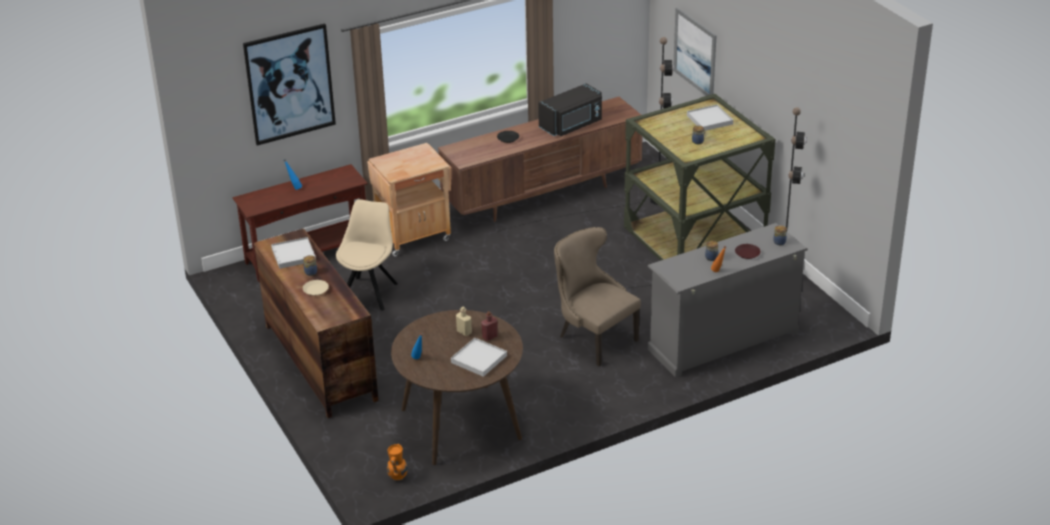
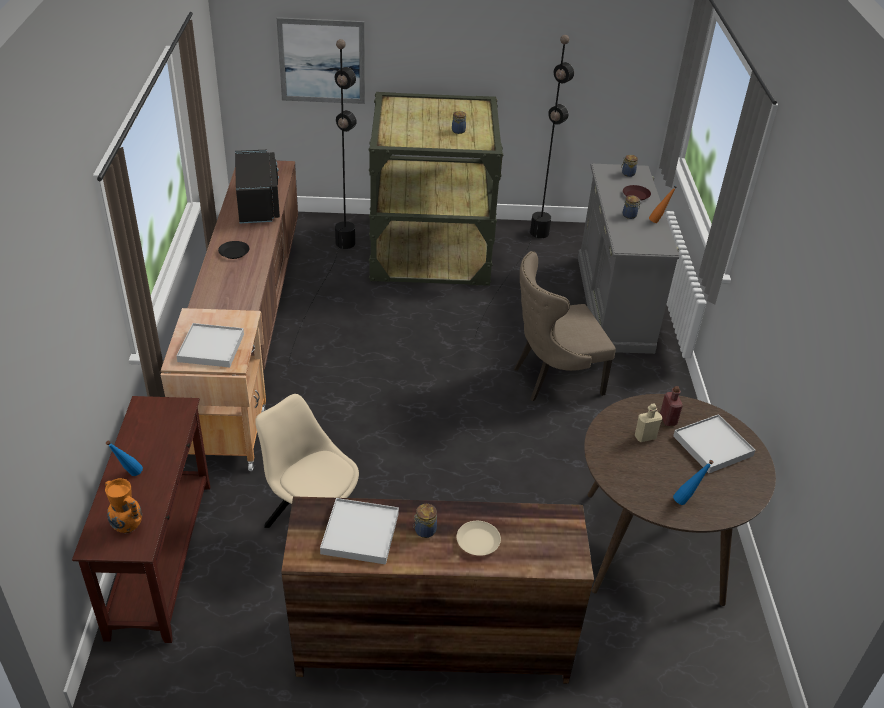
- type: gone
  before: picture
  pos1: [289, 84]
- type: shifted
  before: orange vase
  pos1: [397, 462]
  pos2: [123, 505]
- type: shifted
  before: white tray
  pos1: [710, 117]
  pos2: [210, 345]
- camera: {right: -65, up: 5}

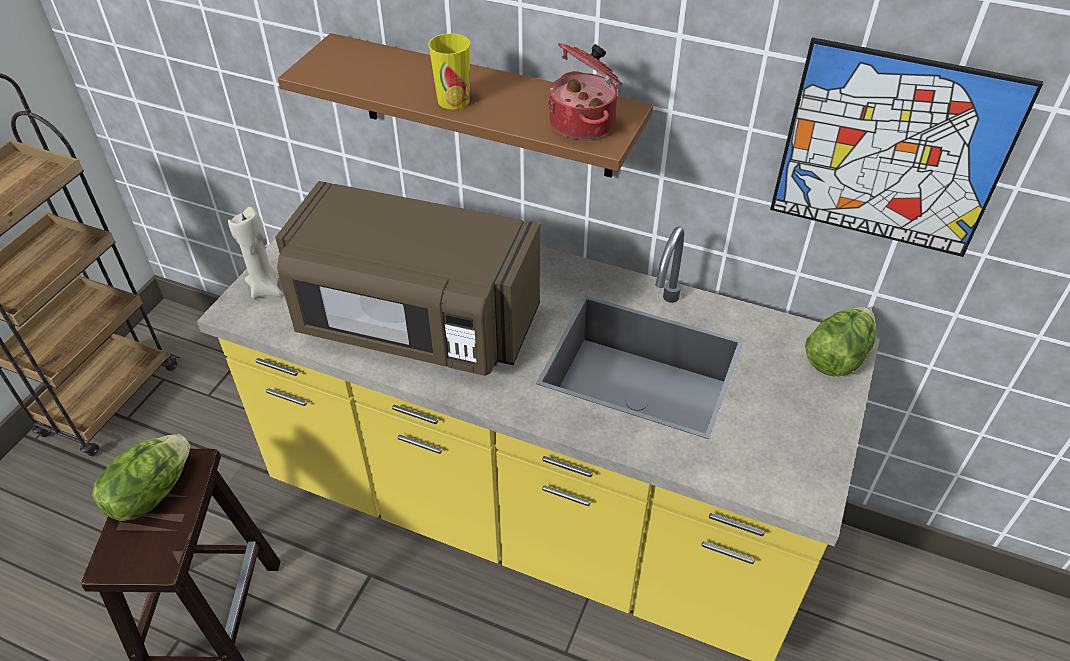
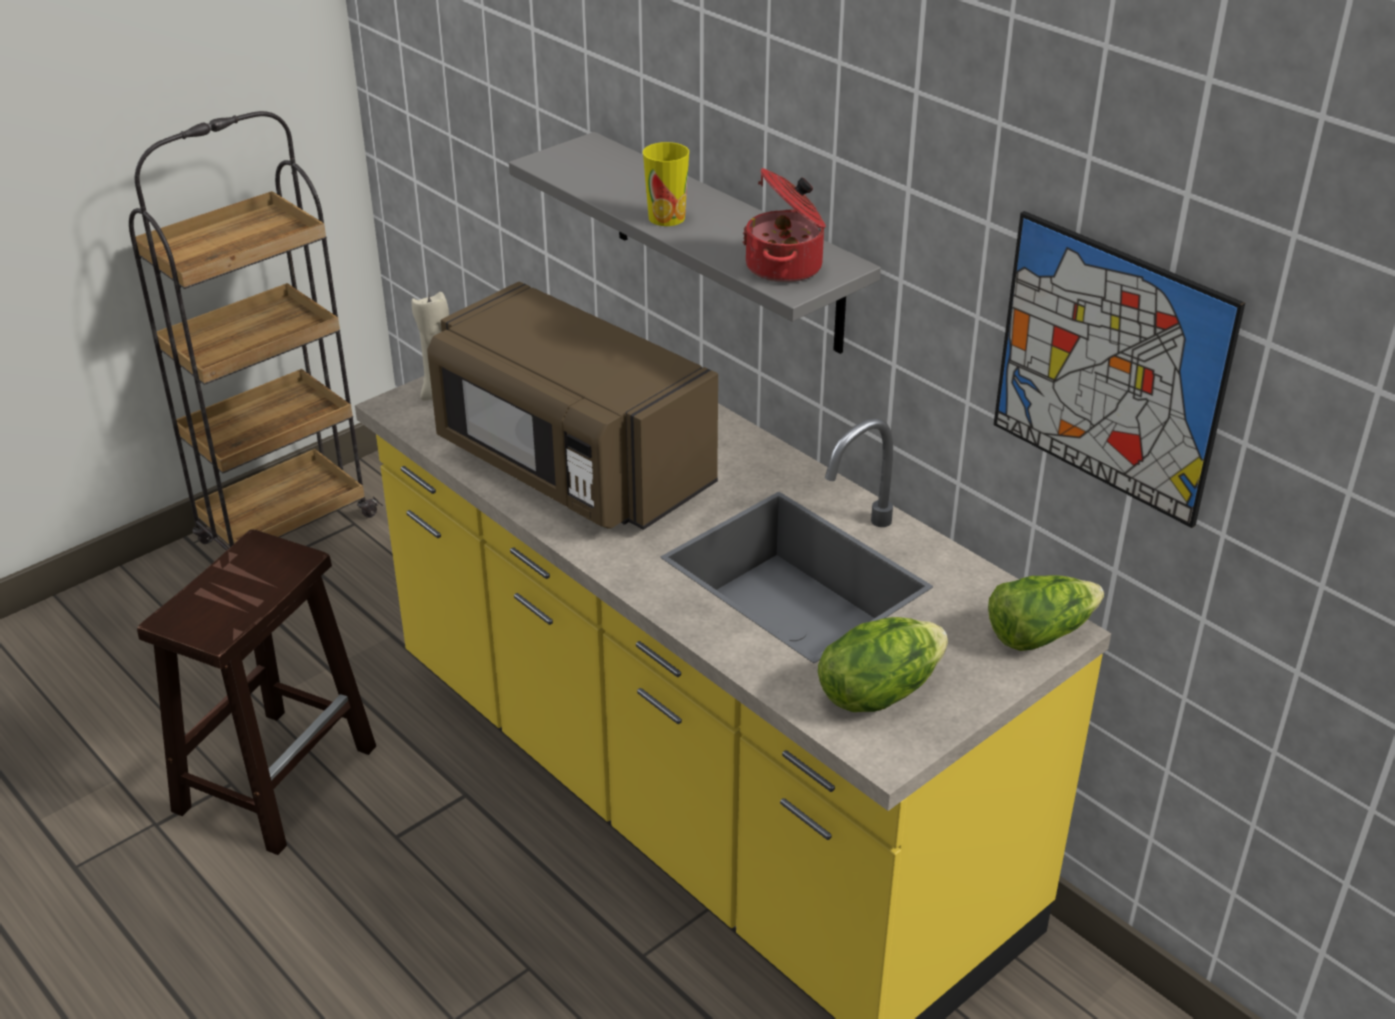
- type: shifted
  before: lettuce
  pos1: [141, 477]
  pos2: [883, 664]
- type: repainted
  before: brown shelf
  after: grey shelf
  pos1: [465, 105]
  pos2: [695, 243]
- camera: {right: 25, up: -10}

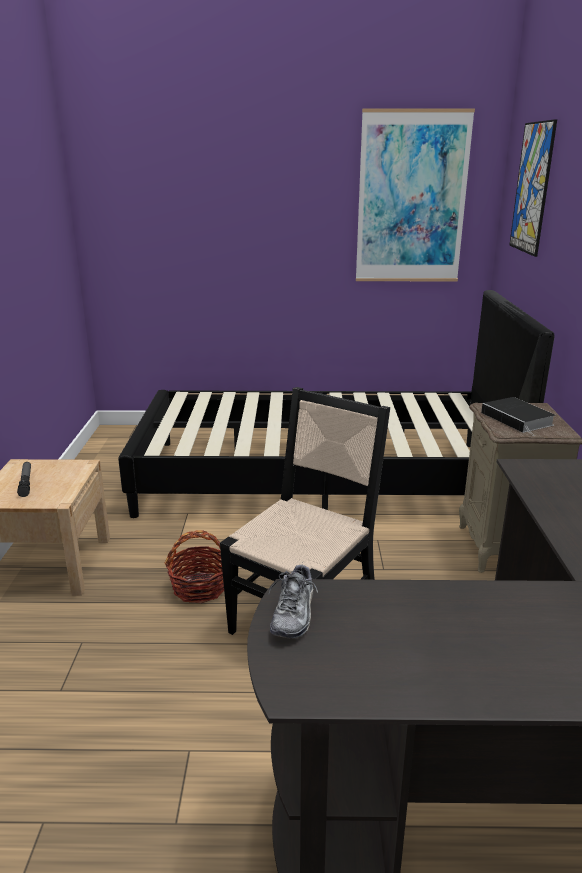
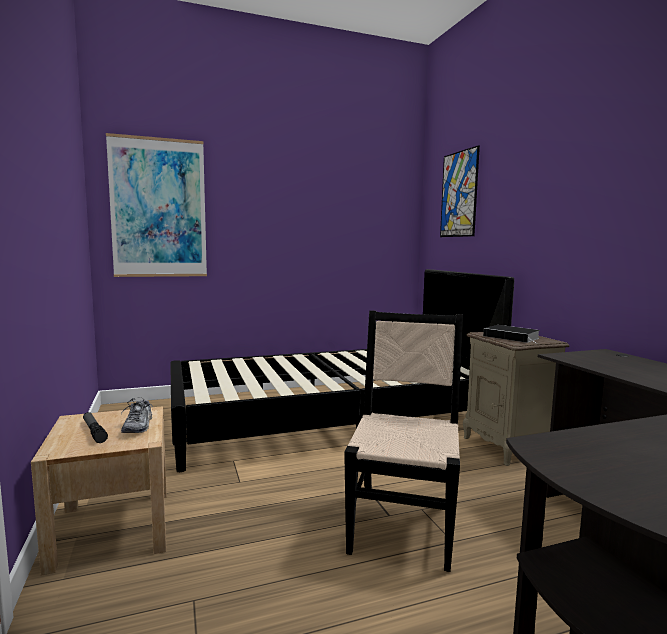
- type: gone
  before: basket
  pos1: [194, 566]
- type: shifted
  before: shoe
  pos1: [293, 599]
  pos2: [137, 415]
- type: shifted
  before: picture
  pos1: [415, 195]
  pos2: [156, 205]
- camera: {right: -20, up: -15}

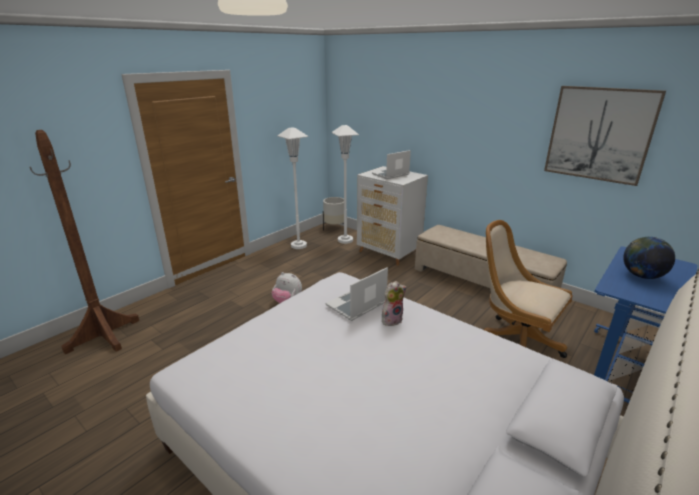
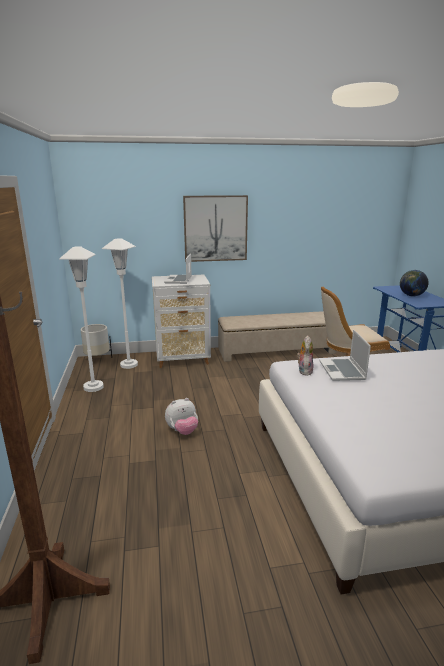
- type: shifted
  before: plush toy
  pos1: [394, 303]
  pos2: [305, 355]
- type: shifted
  before: picture
  pos1: [605, 136]
  pos2: [215, 228]
- camera: {right: -50, up: -5}

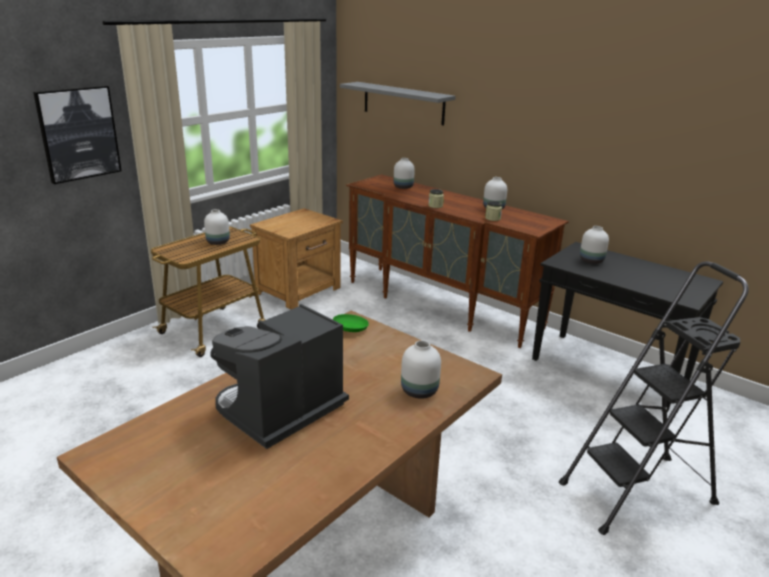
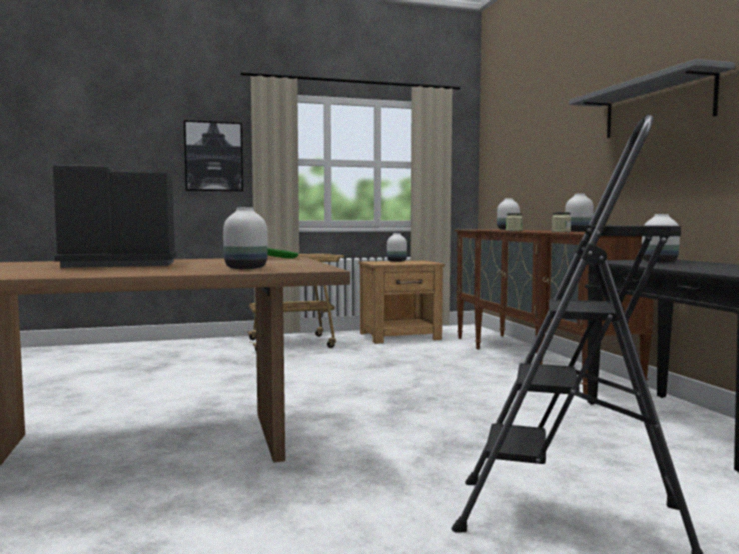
- type: shifted
  before: white vase
  pos1: [217, 227]
  pos2: [397, 247]
- type: shifted
  before: grey shelf
  pos1: [398, 104]
  pos2: [652, 98]
- camera: {right: 35, up: -20}

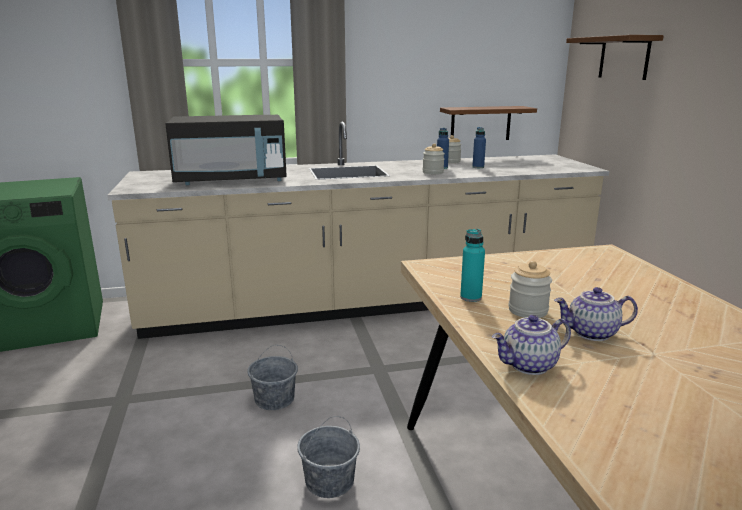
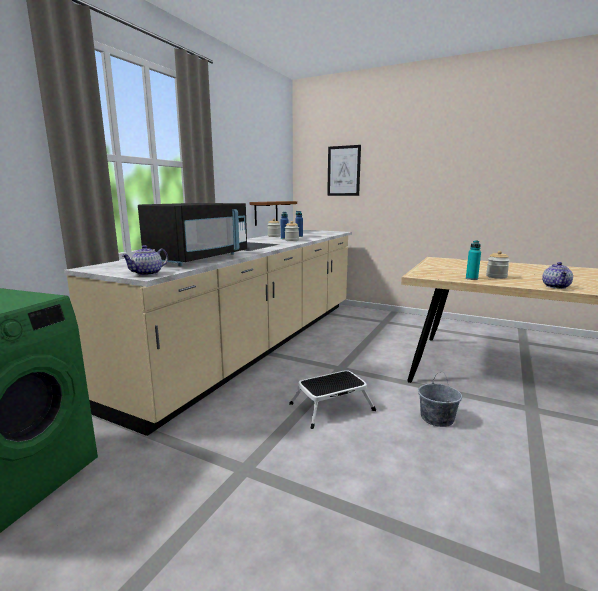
- type: shifted
  before: teapot
  pos1: [596, 314]
  pos2: [144, 260]
- type: swapped
  before: grey bucket
  after: black step ladder
  pos1: [272, 377]
  pos2: [332, 399]
- type: swapped
  before: brown shelf
  after: picture
  pos1: [615, 57]
  pos2: [344, 170]
- camera: {right: -50, up: -5}

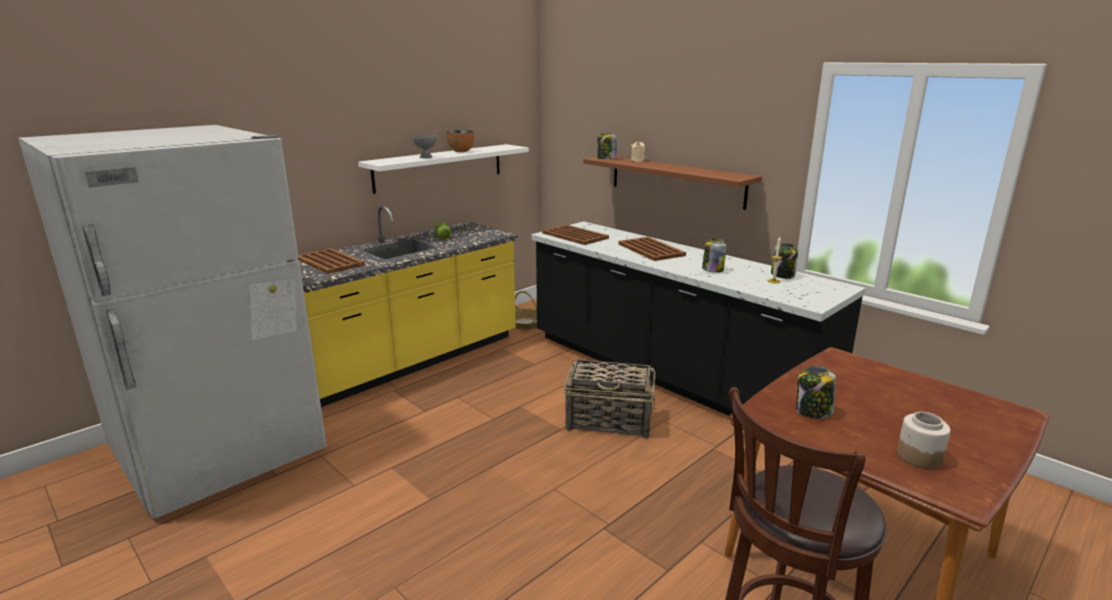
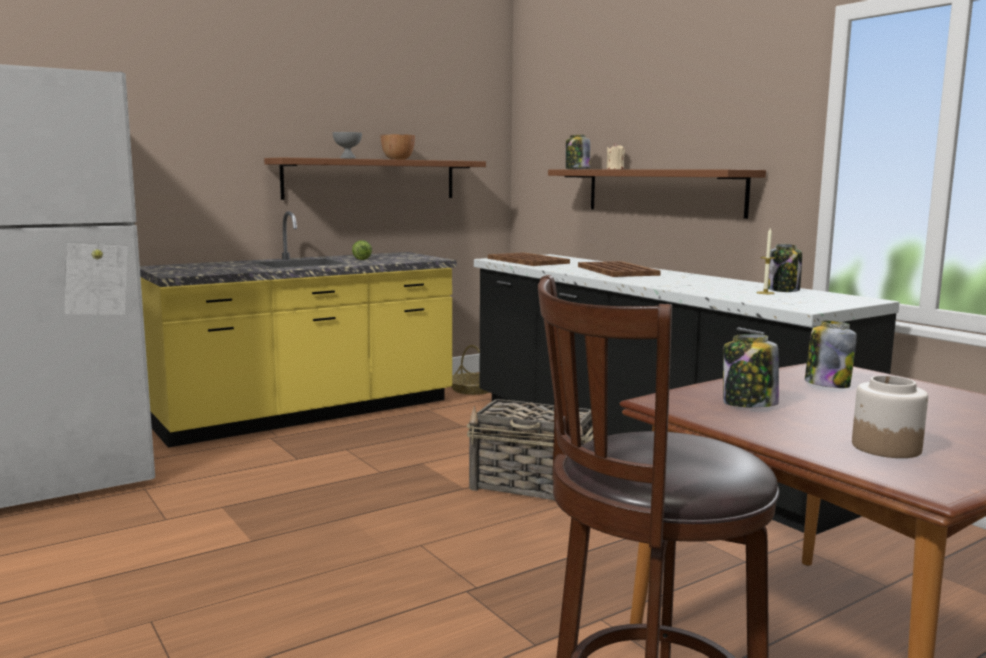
- type: gone
  before: brown tray
  pos1: [331, 261]
- type: shifted
  before: jar
  pos1: [714, 255]
  pos2: [831, 354]
- type: repainted
  before: white shelf
  after: brown shelf
  pos1: [443, 169]
  pos2: [375, 178]
- camera: {right: 10, up: -10}

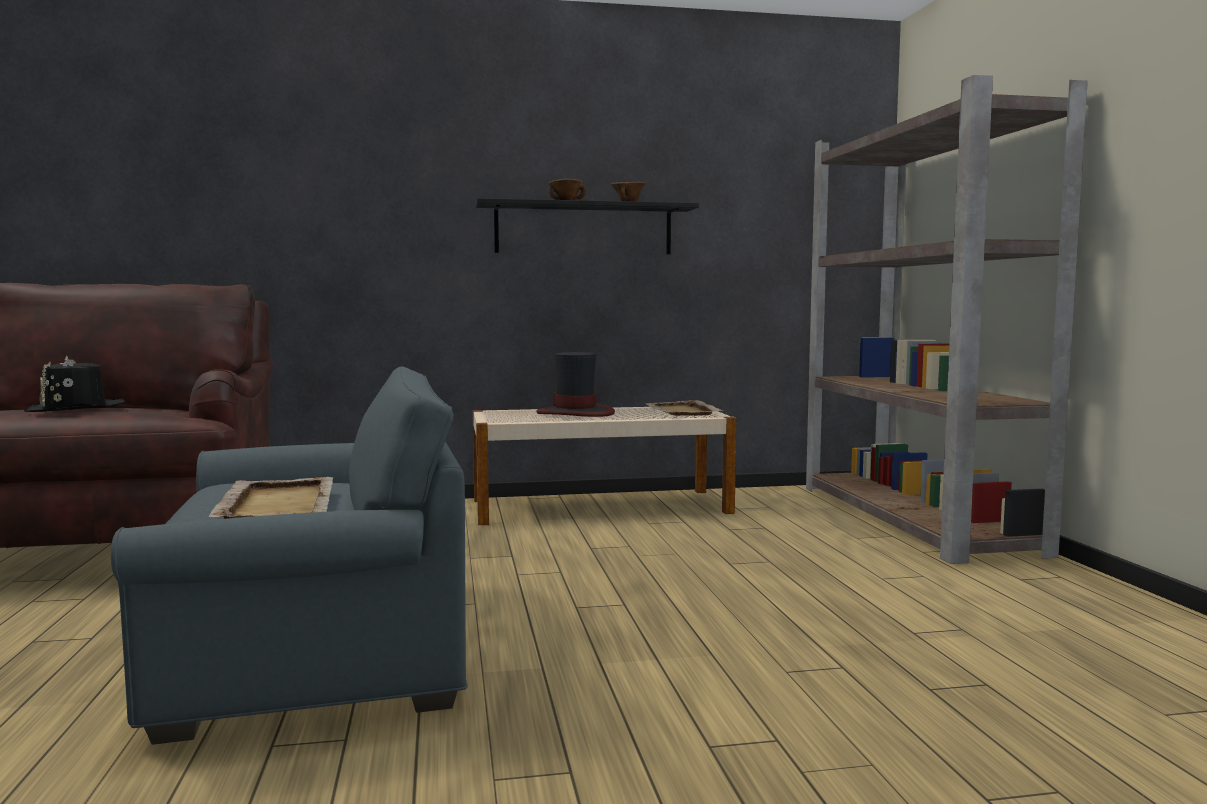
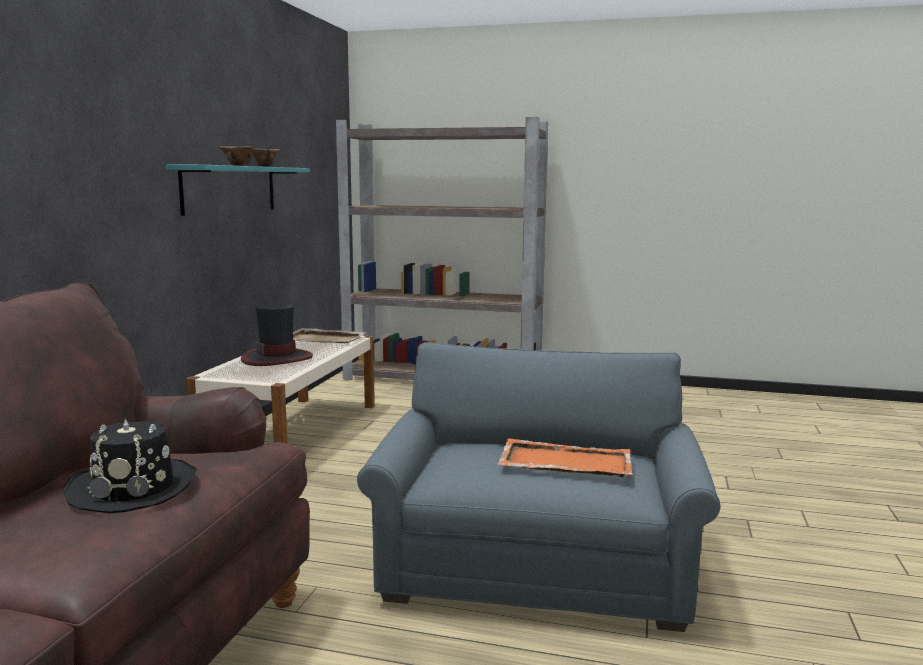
- type: repainted
  before: beige tray
  after: orange tray
  pos1: [270, 498]
  pos2: [565, 457]
- type: repainted
  before: black shelf
  after: turquoise shelf
  pos1: [587, 226]
  pos2: [238, 190]
- camera: {right: -65, up: 5}

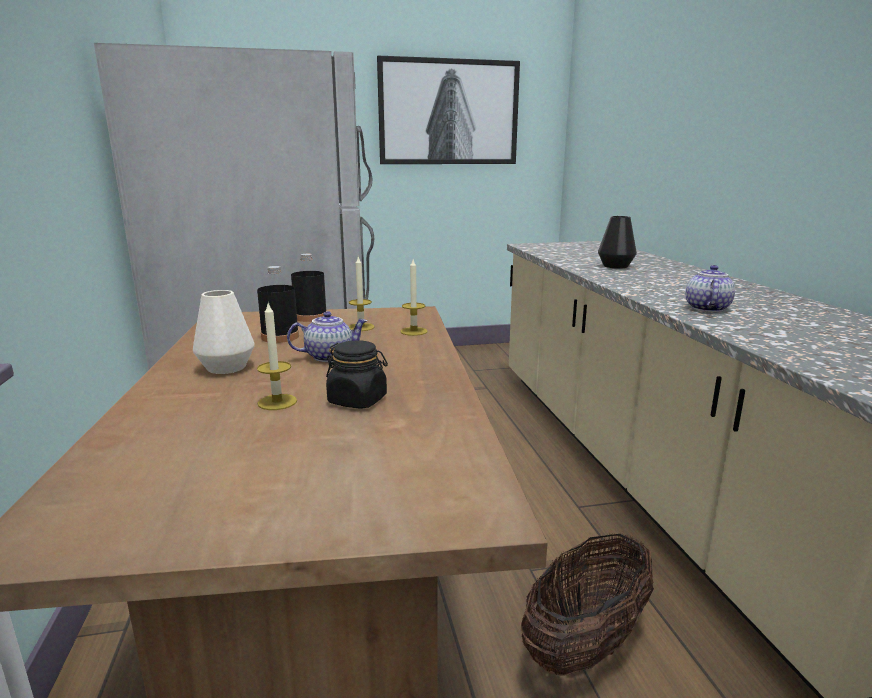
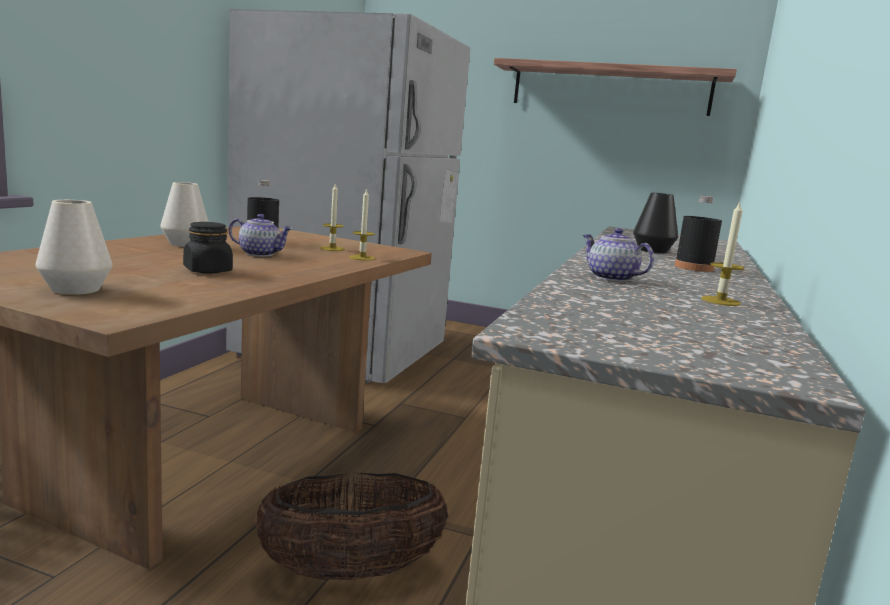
- type: new
  after: white vase
  pos2: [73, 247]
- type: shifted
  before: candle
  pos1: [277, 356]
  pos2: [723, 254]
- type: shifted
  before: black bottle
  pos1: [309, 288]
  pos2: [698, 234]
- type: swapped
  before: picture
  after: shelf
  pos1: [448, 109]
  pos2: [615, 87]
- type: rotated
  before: teapot
  pos1: [710, 288]
  pos2: [618, 255]
  turn: -90
- camera: {right: 30, up: -5}

